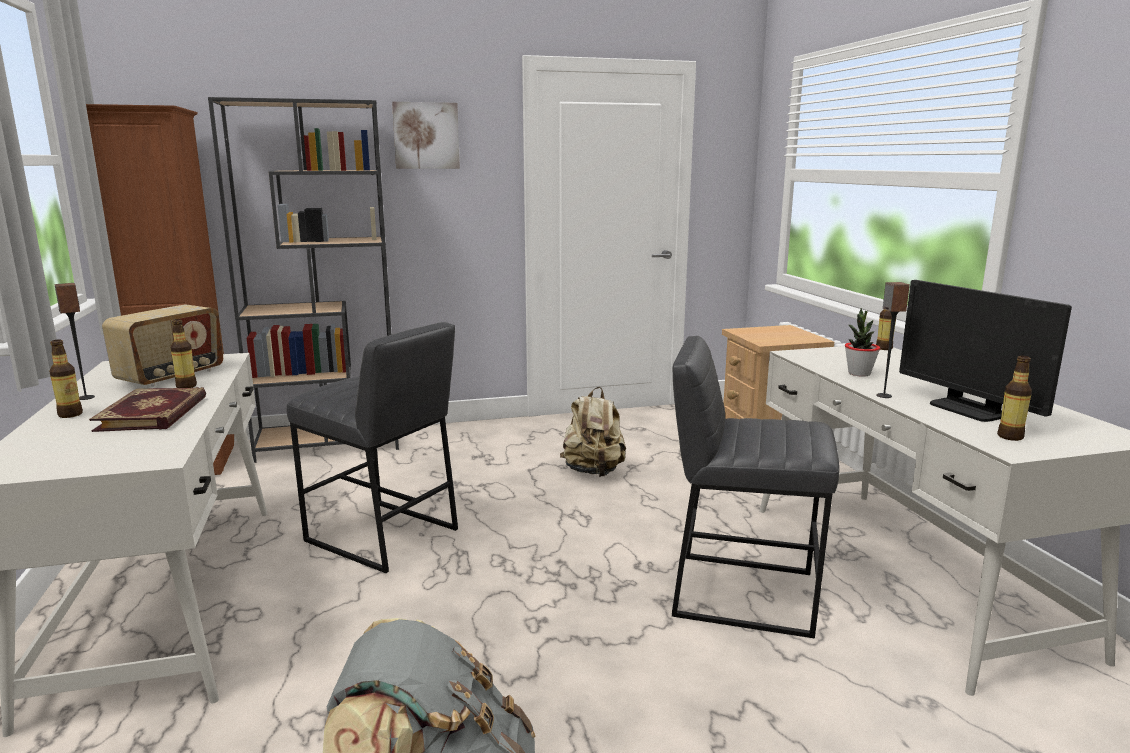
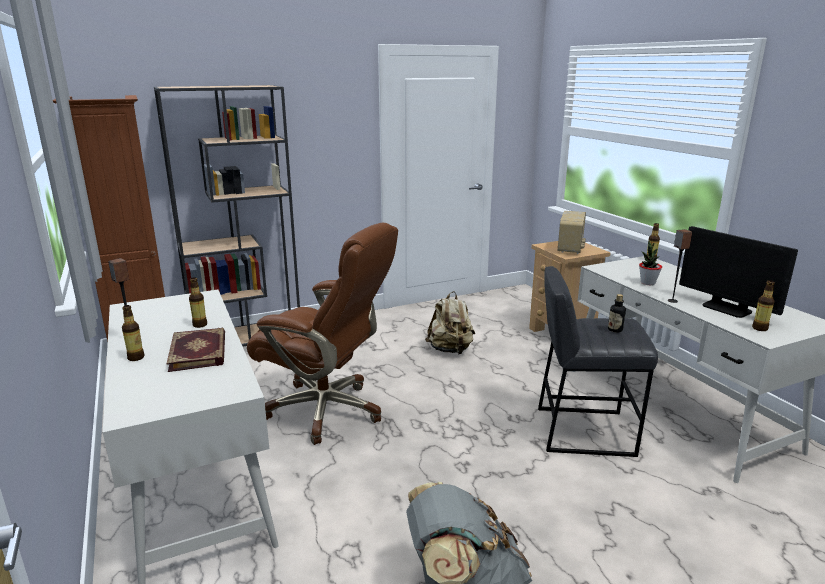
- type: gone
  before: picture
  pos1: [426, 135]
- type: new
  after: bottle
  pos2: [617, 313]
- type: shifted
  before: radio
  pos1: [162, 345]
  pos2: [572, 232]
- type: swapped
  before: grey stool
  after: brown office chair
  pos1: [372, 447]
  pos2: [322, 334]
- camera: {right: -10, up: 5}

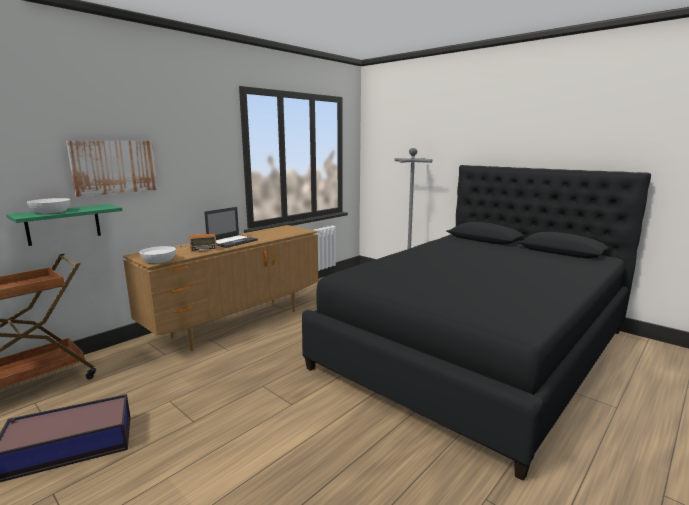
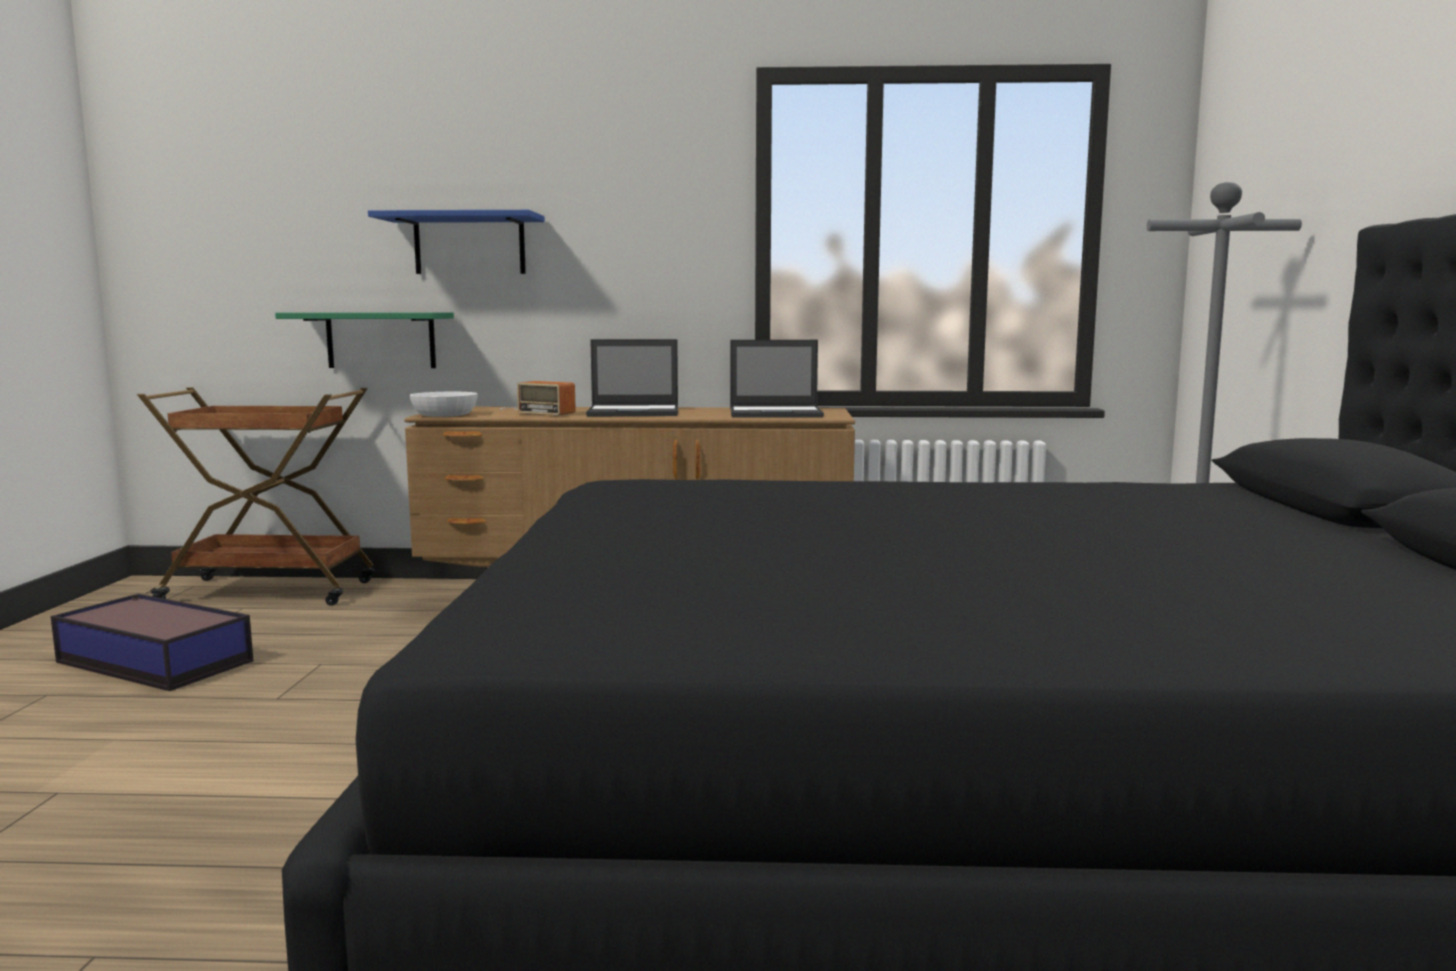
- type: gone
  before: white bowl
  pos1: [48, 206]
- type: new
  after: laptop
  pos2: [777, 379]
- type: swapped
  before: picture
  after: blue shelf
  pos1: [111, 169]
  pos2: [456, 242]
- camera: {right: 50, up: -5}

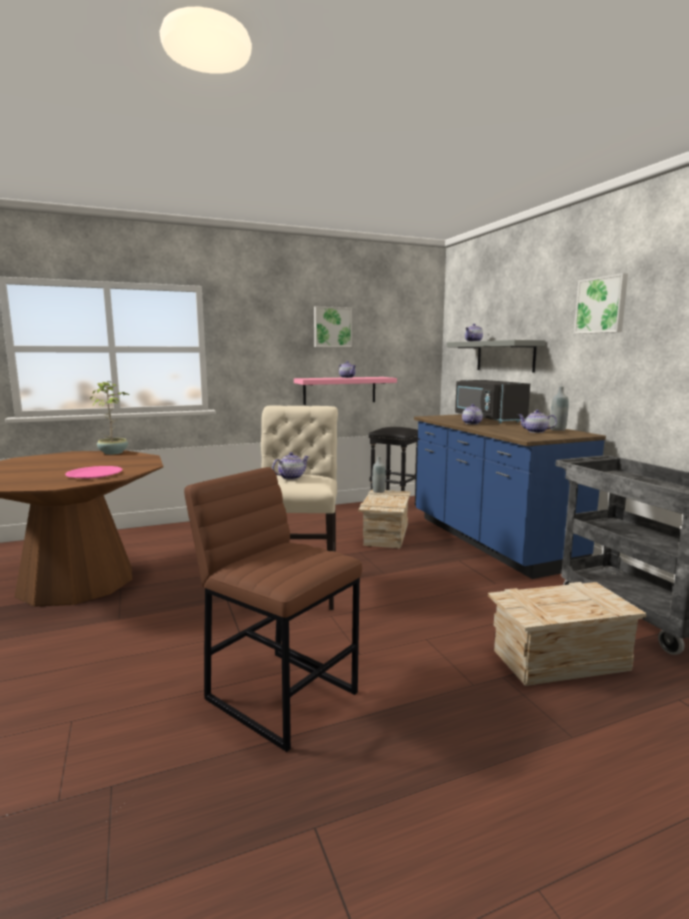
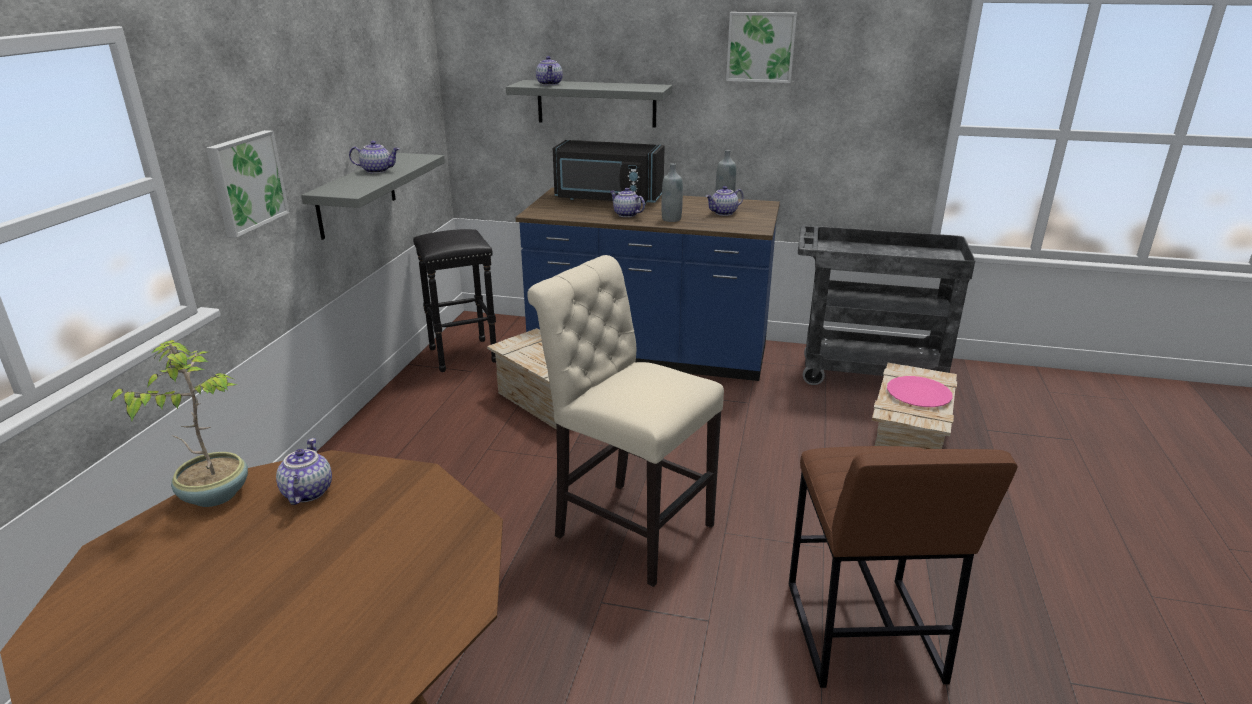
- type: shifted
  before: pink plate
  pos1: [94, 472]
  pos2: [920, 391]
- type: shifted
  before: teapot
  pos1: [290, 466]
  pos2: [304, 471]
- type: shifted
  before: picture
  pos1: [333, 326]
  pos2: [247, 184]
- type: shifted
  before: grey bottle
  pos1: [379, 474]
  pos2: [672, 192]
- type: repainted
  before: pink shelf
  after: grey shelf
  pos1: [345, 391]
  pos2: [373, 196]
- type: rotated
  before: brown chair
  pos1: [273, 609]
  pos2: [903, 567]
  turn: -75
- camera: {right: -55, up: 15}

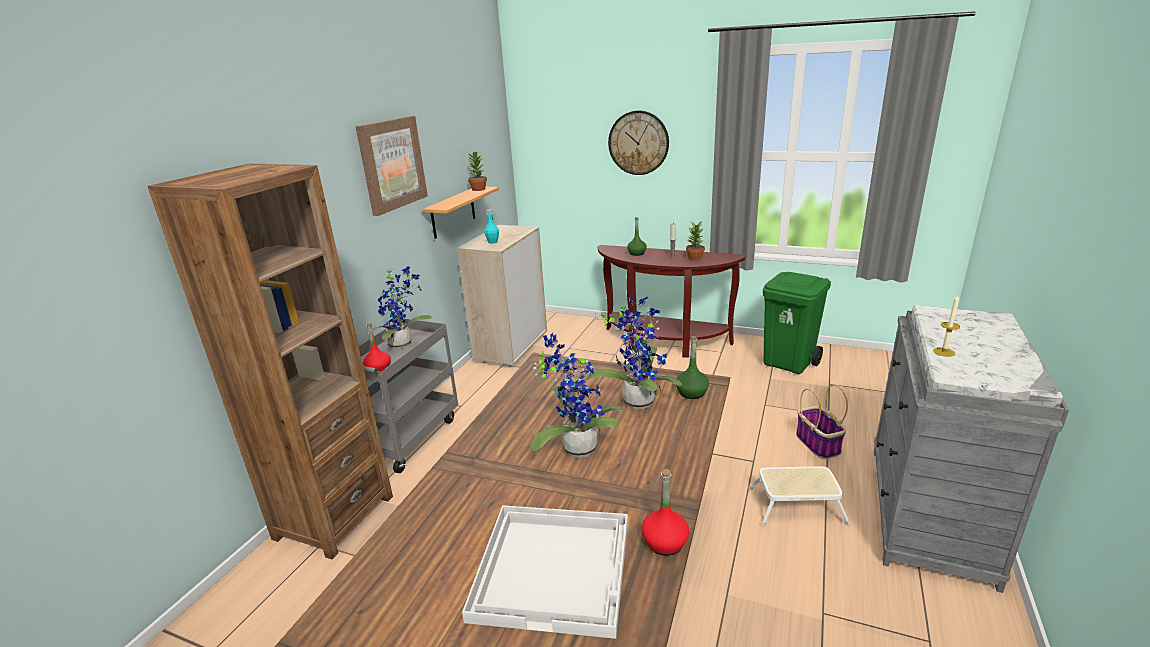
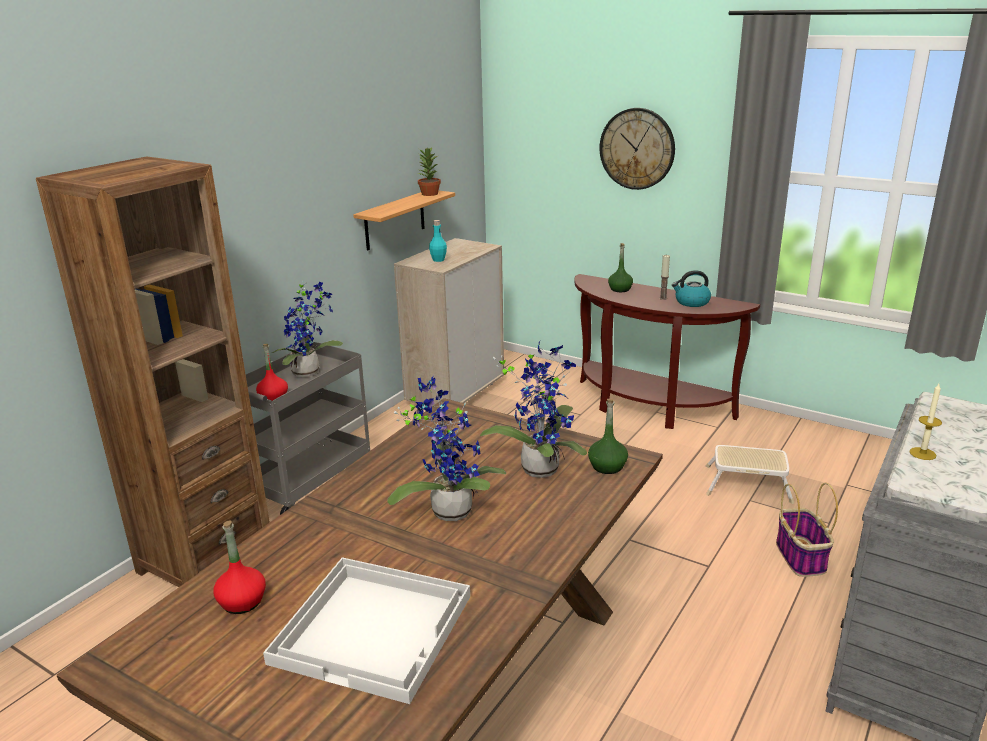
- type: gone
  before: picture
  pos1: [392, 166]
- type: gone
  before: green trash can
  pos1: [797, 323]
- type: shifted
  before: red bottle
  pos1: [665, 512]
  pos2: [239, 567]
- type: shifted
  before: beige step ladder
  pos1: [799, 497]
  pos2: [750, 474]
- type: swapped
  before: potted plant
  after: kettle
  pos1: [695, 240]
  pos2: [691, 288]
- camera: {right: 10, up: 0}

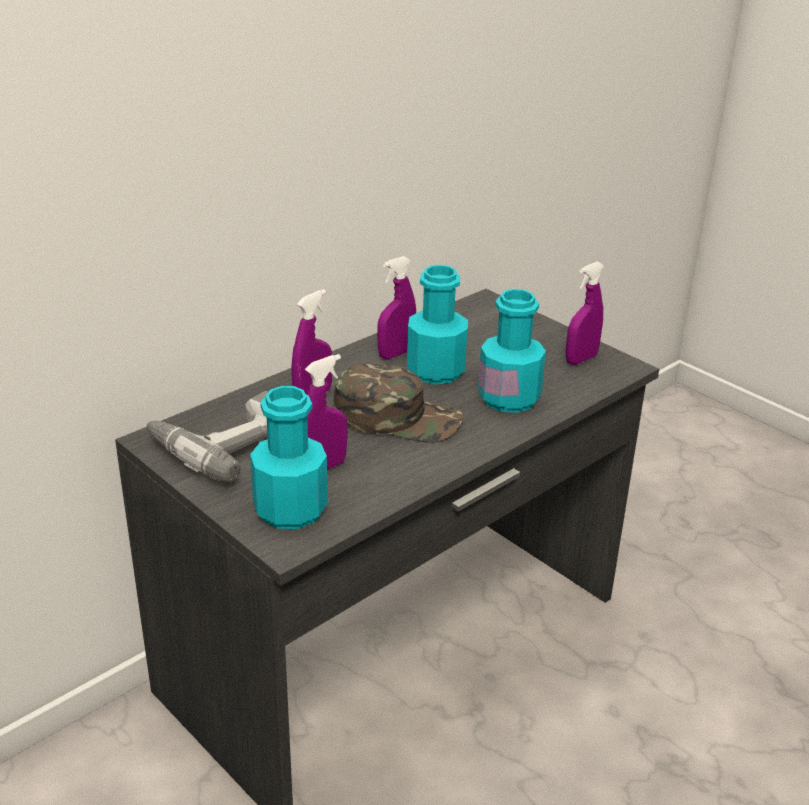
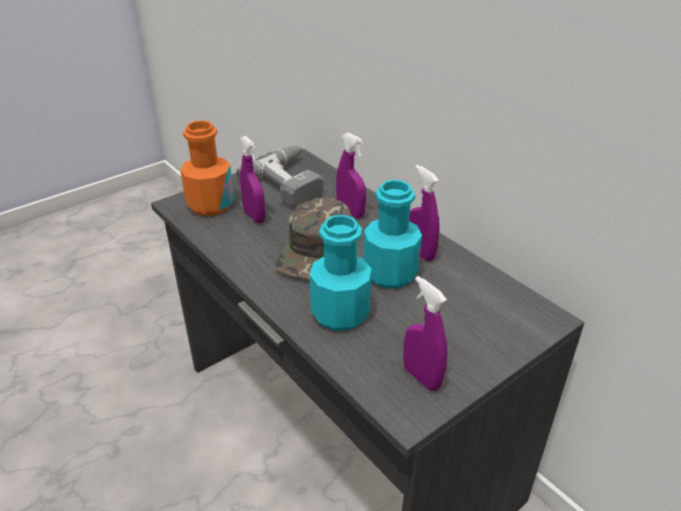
- type: repainted
  before: turquoise bottle
  after: orange bottle
  pos1: [289, 457]
  pos2: [207, 168]
- camera: {right: 95, up: 5}

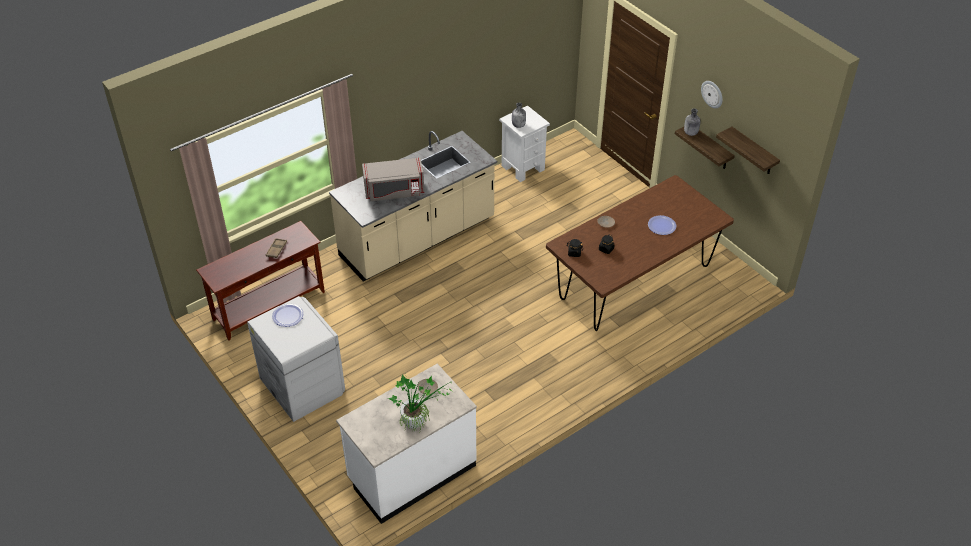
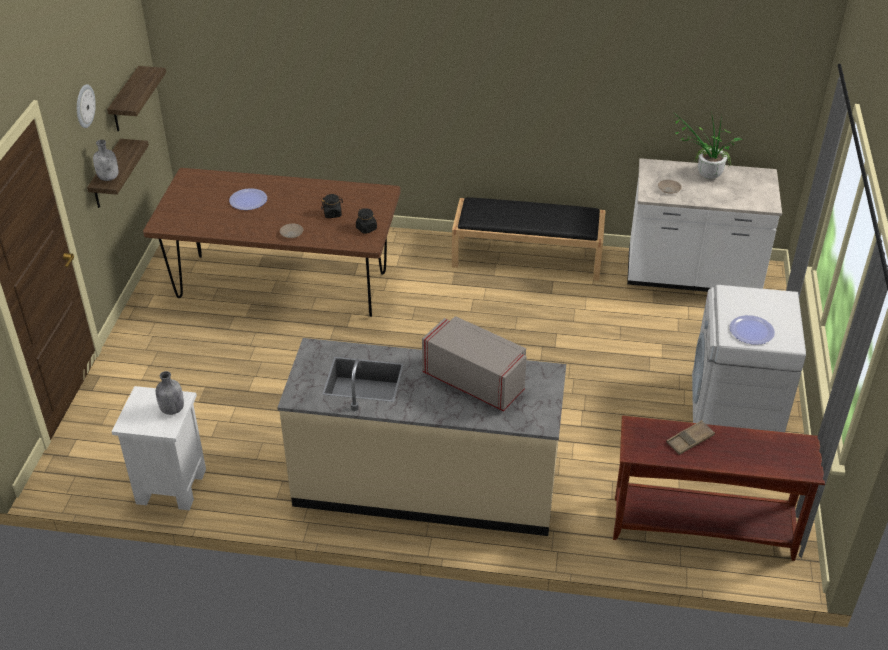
- type: new
  after: black bench
  pos2: [529, 239]
- camera: {right: -135, up: -5}

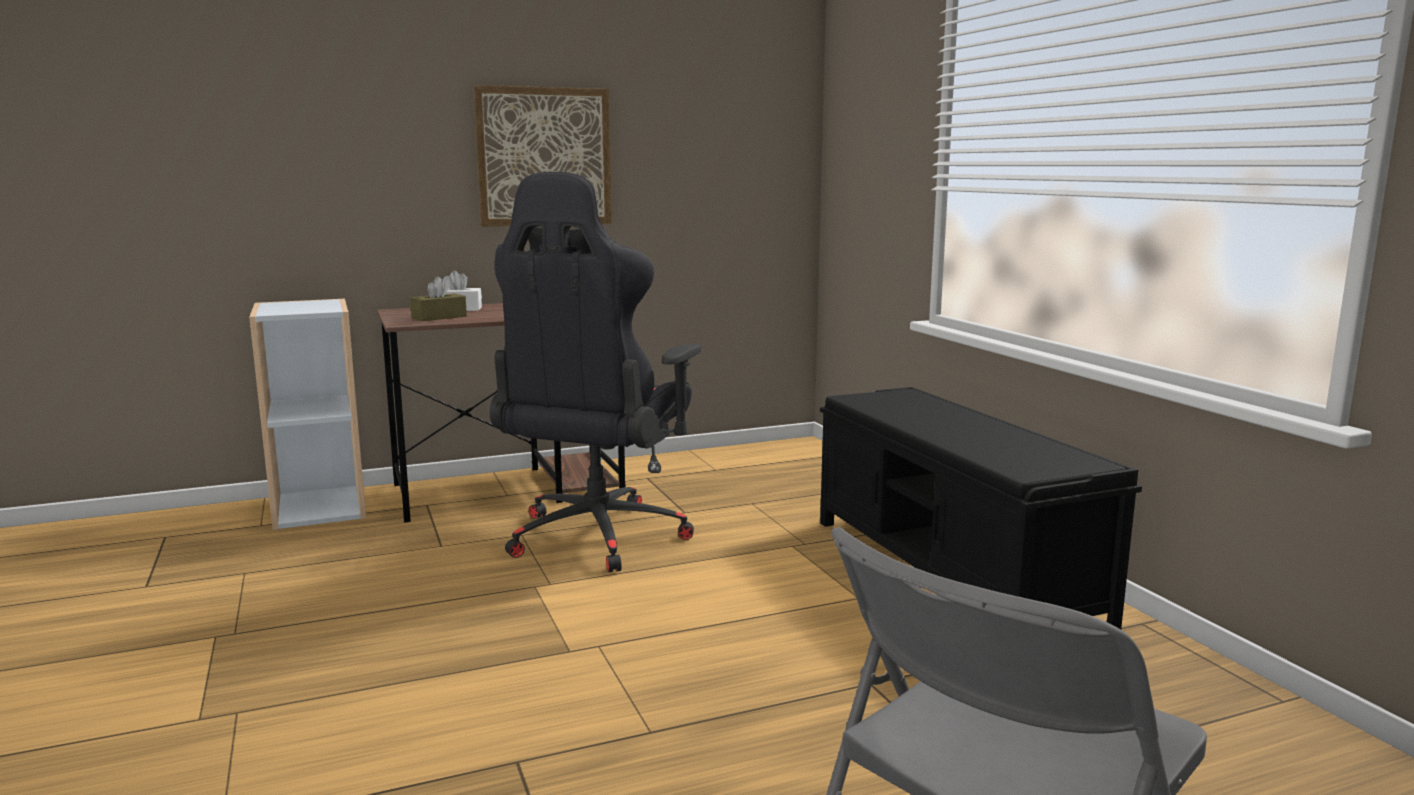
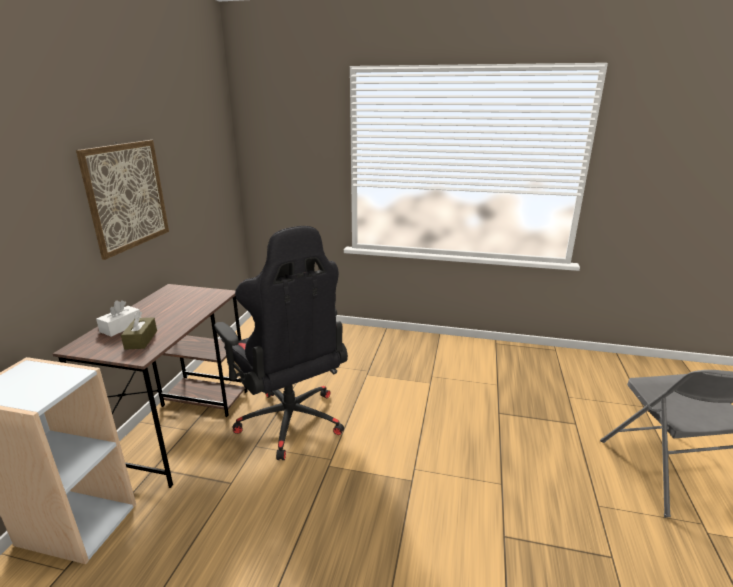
- type: gone
  before: black bench
  pos1: [981, 508]
- camera: {right: -55, up: 10}

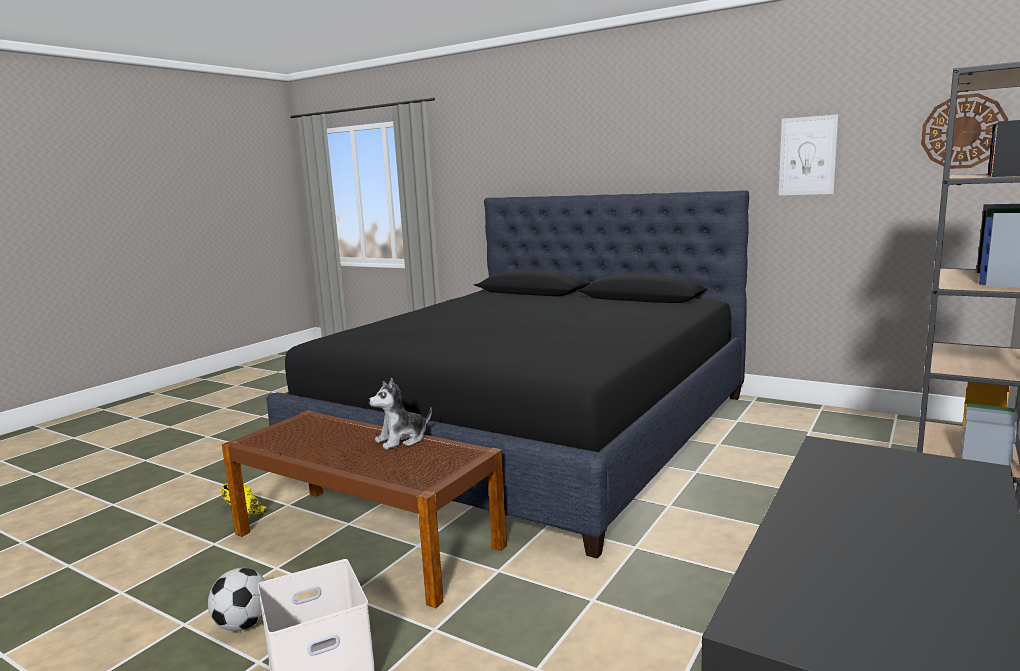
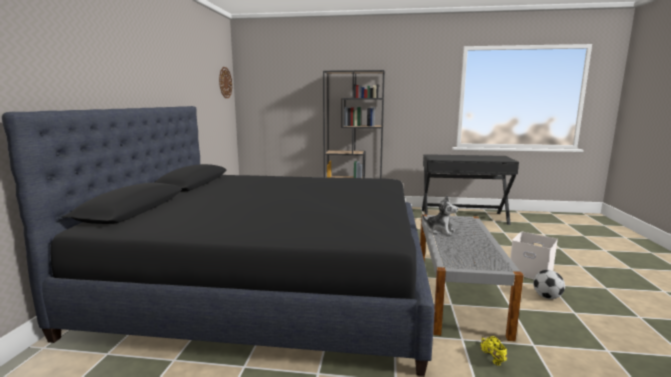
- type: gone
  before: picture
  pos1: [809, 154]
- type: repainted
  before: brown bench
  after: grey bench
  pos1: [364, 509]
  pos2: [472, 278]
- camera: {right: -115, up: 0}

